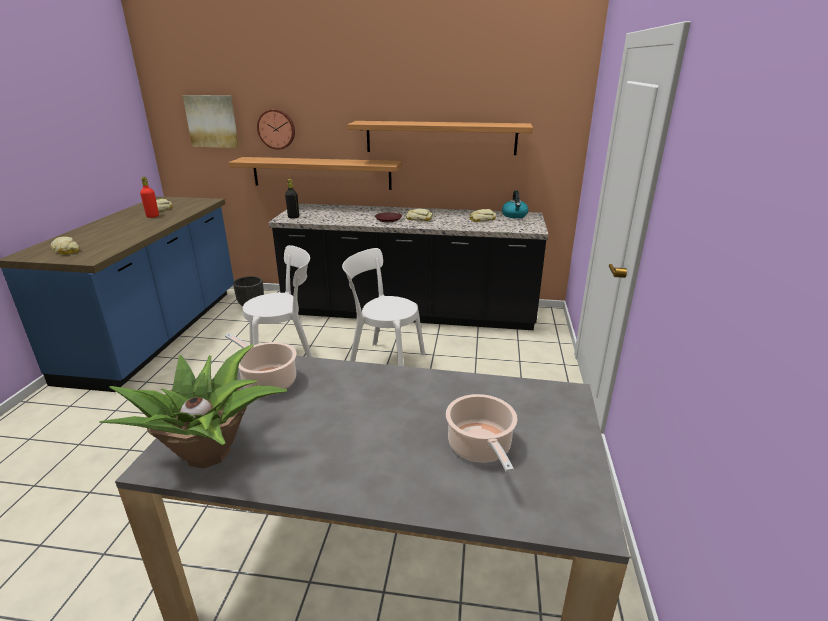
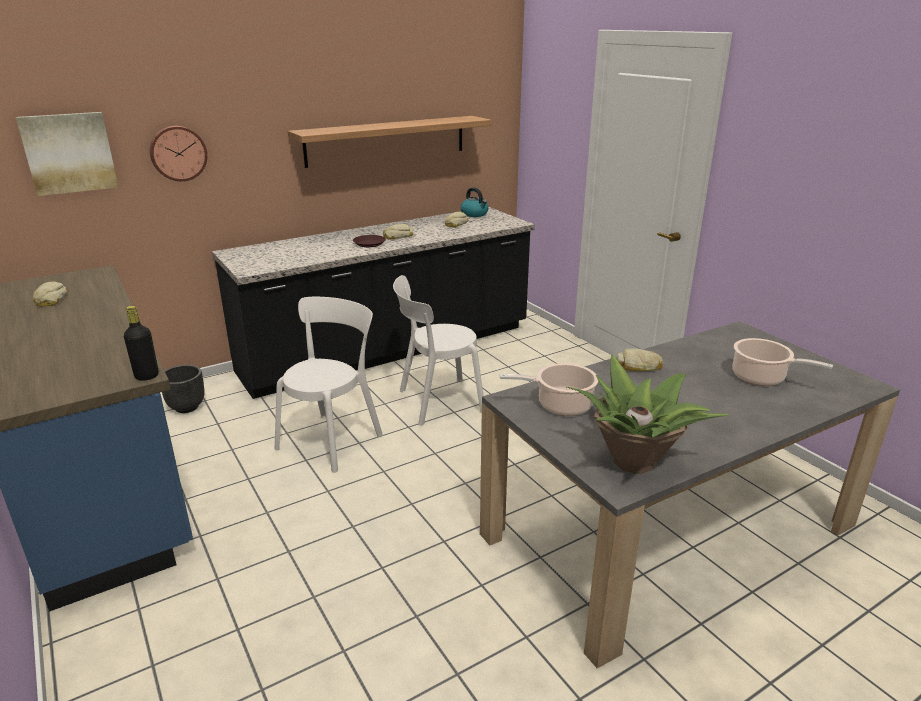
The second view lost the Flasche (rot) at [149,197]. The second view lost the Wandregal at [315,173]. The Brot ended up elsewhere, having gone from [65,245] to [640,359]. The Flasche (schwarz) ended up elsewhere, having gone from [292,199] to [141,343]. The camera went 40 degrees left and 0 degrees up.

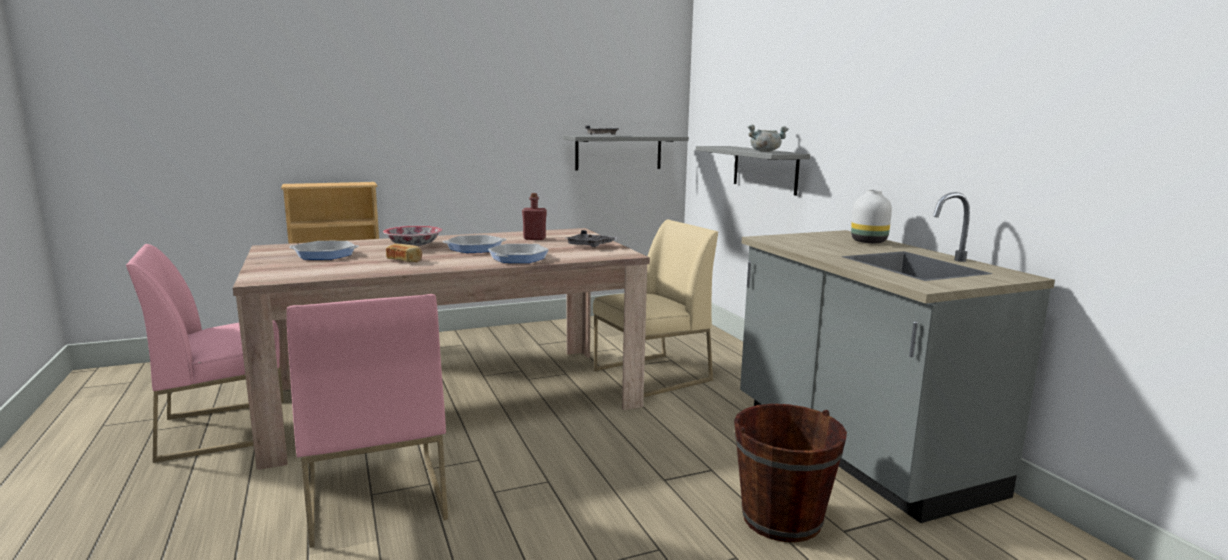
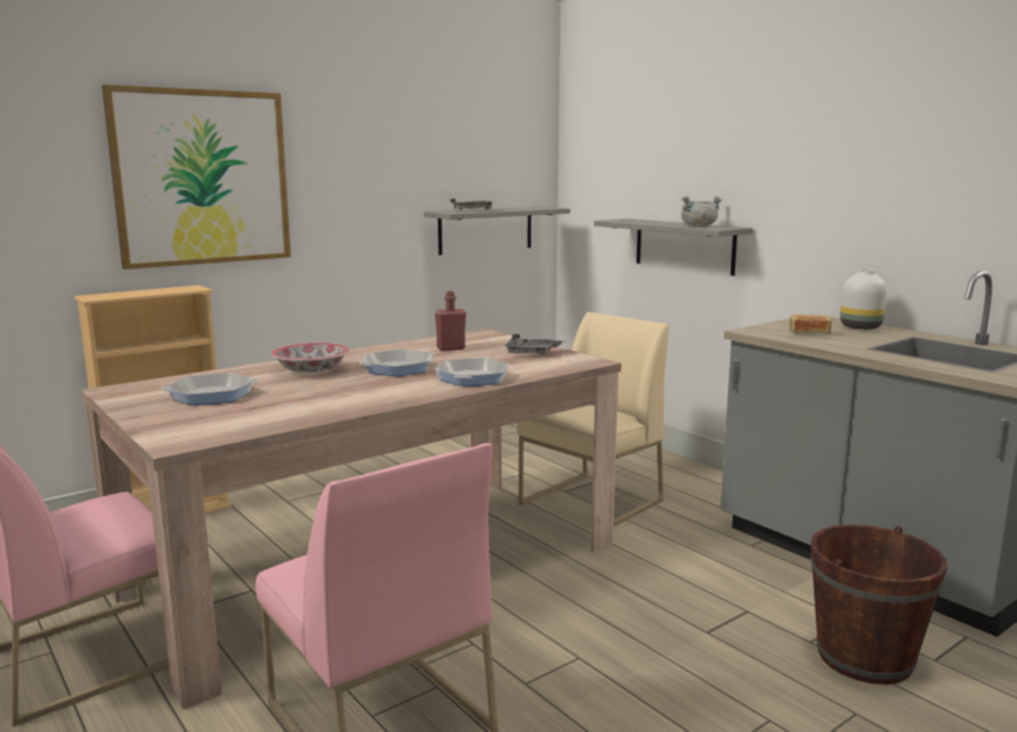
The second view gained the Bild at [196,176]. The Brot ended up elsewhere, having gone from [404,253] to [810,324]. The camera went 15 degrees left and 0 degrees up.

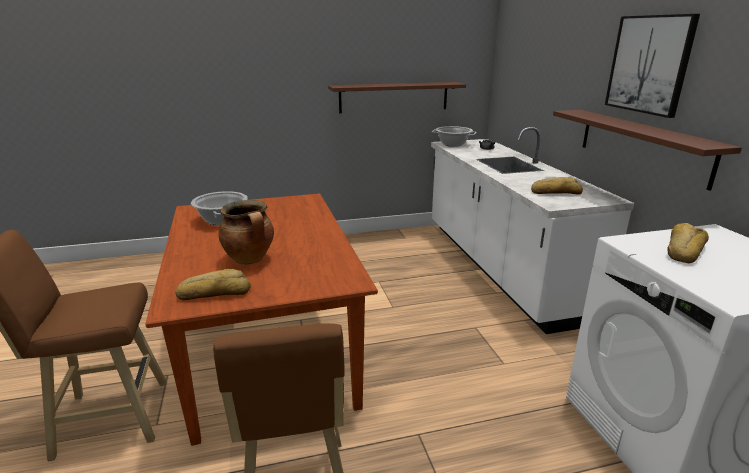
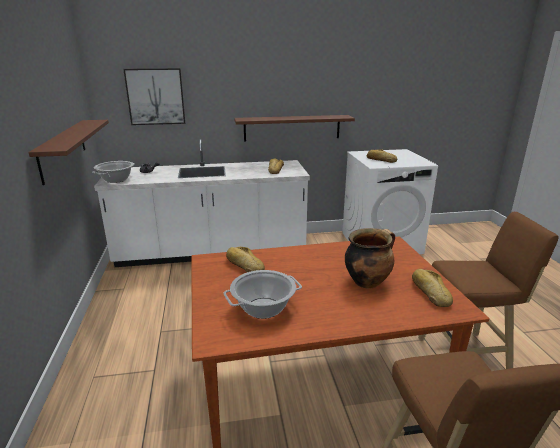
The second view gained the Brot at [245,259]. The Bild ended up elsewhere, having gone from [652,66] to [154,96]. The camera went 85 degrees left and 0 degrees up.

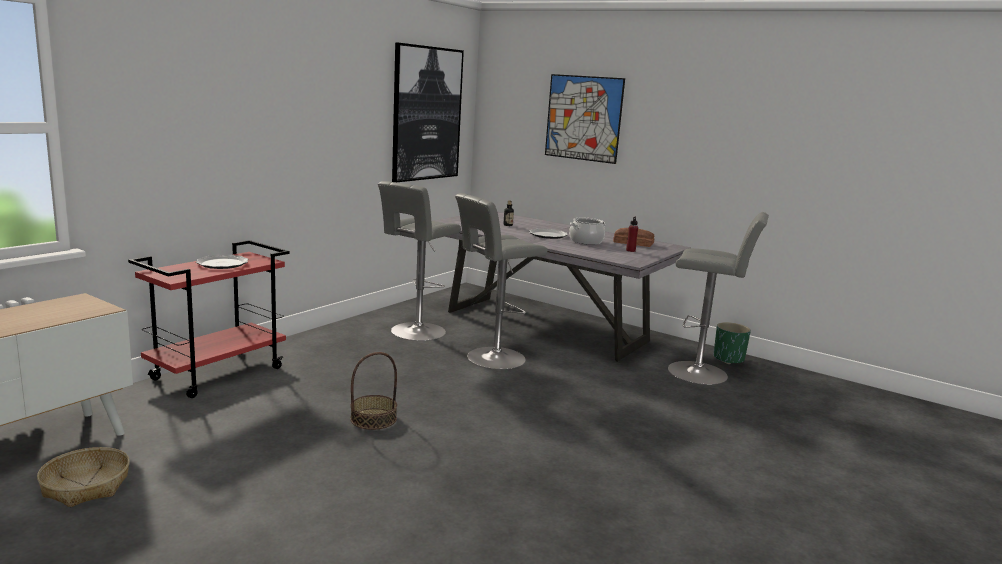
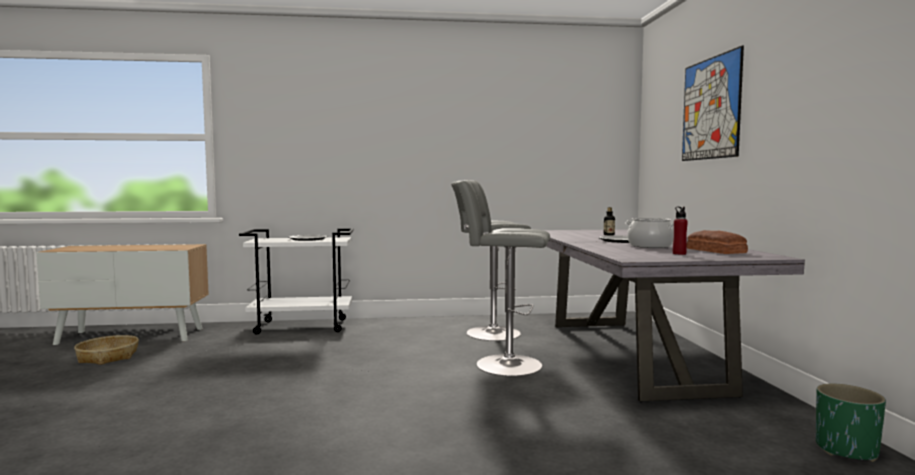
The second view lost the Korb at [373,391]. The second view lost the Bild at [428,112]. The second view lost the Hocker (grau) at [718,298]. What was the Rollwagen (rot) at [208,319] turned into the Rollwagen (weiß) at [296,281]. The camera went 50 degrees right and 10 degrees down.

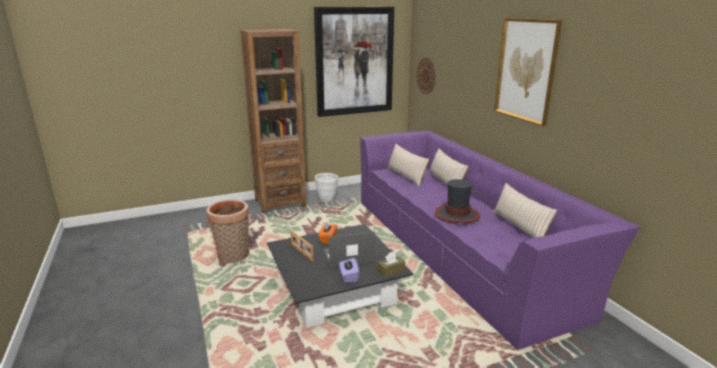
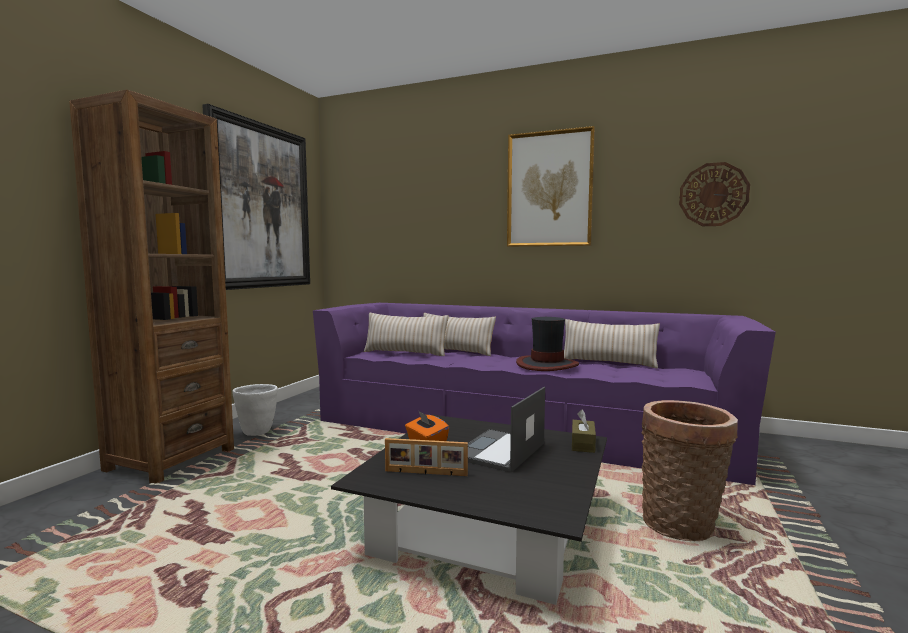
The second view lost the Taschentuchbox (lila) at [349,270]. The Korb ended up elsewhere, having gone from [227,231] to [690,470]. The Wanduhr ended up elsewhere, having gone from [426,76] to [714,194]. The camera went 45 degrees left and 15 degrees down.

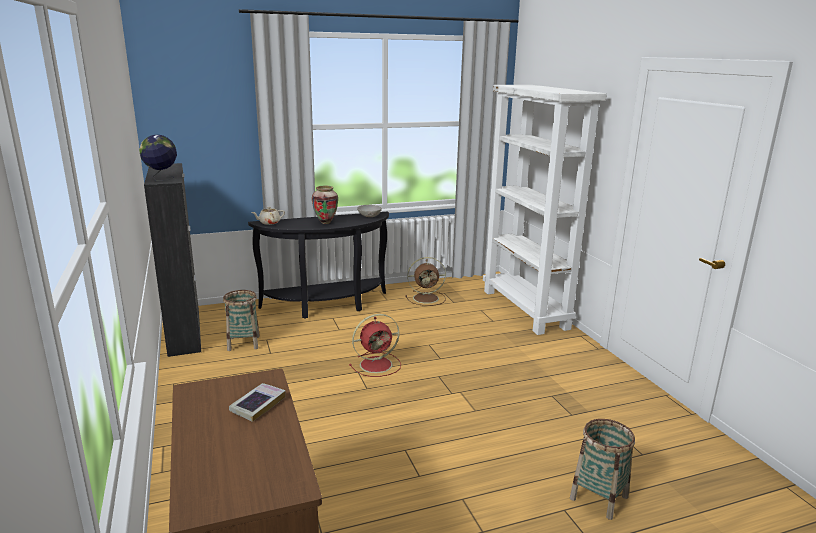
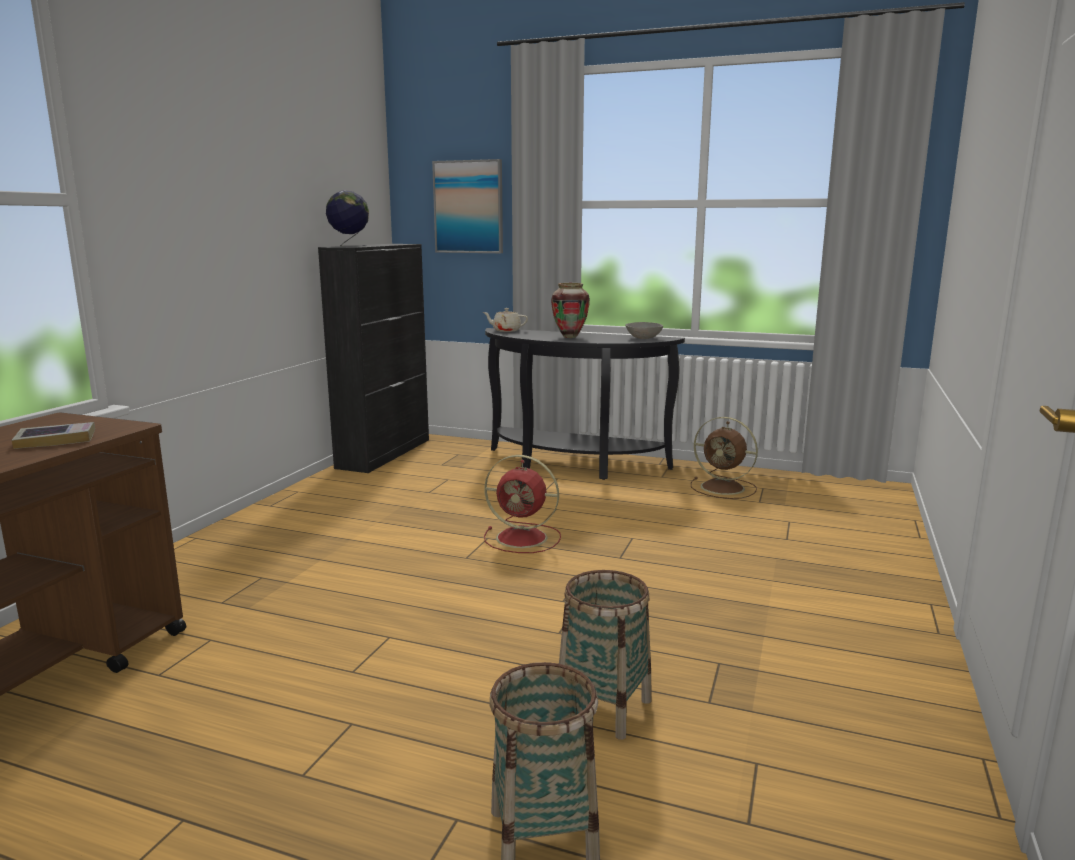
The second view lost the Bücherregal (weiß) at [545,210]. The second view gained the Bild at [467,206]. The Korb ended up elsewhere, having gone from [241,320] to [605,655]. The camera went 40 degrees right and 5 degrees down.

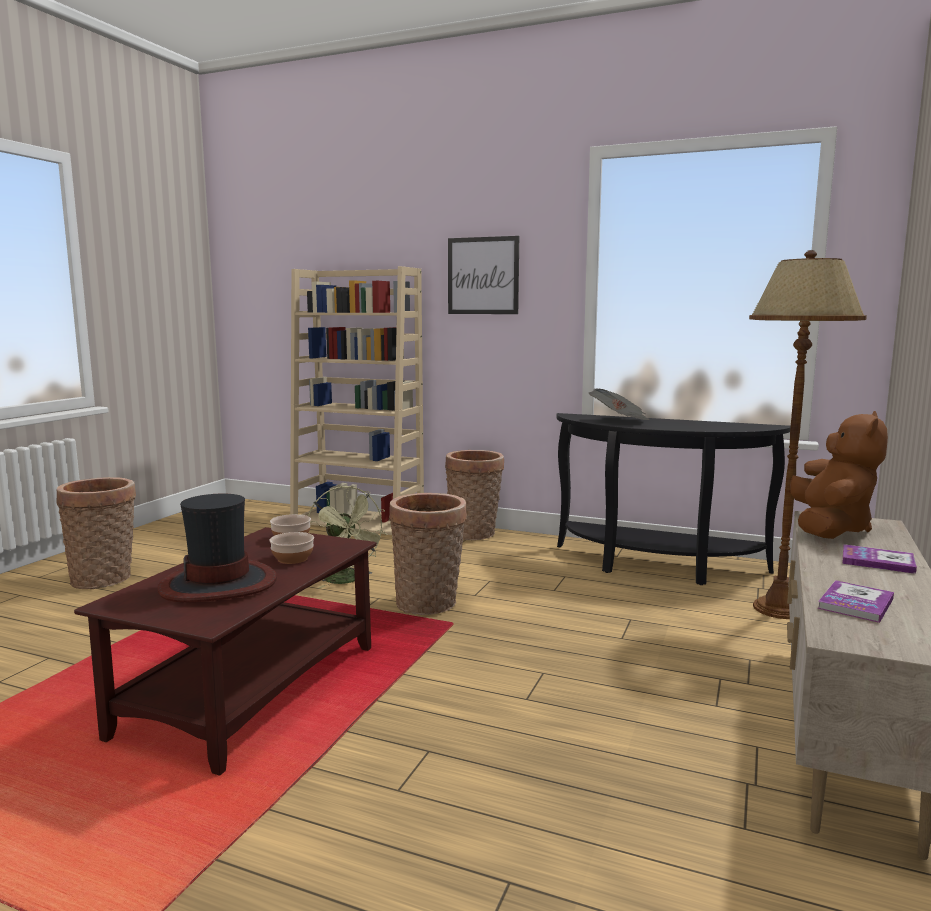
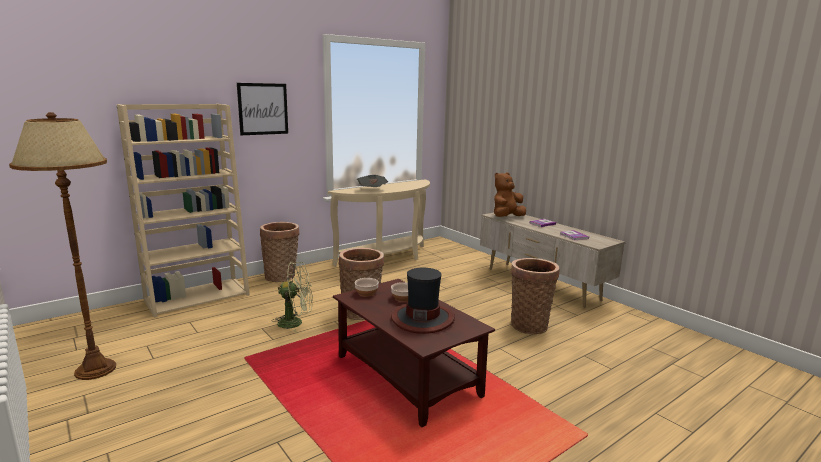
The Korb ended up elsewhere, having gone from [96,533] to [535,296]. The Stehlampe (braun) ended up elsewhere, having gone from [808,434] to [62,246]. What was the Konsolentisch (schwarz) at [673,499] turned into the Konsolentisch (beige) at [379,223]. The Plüschtier (braun) at [839,475] ended up facing another way, 90 degrees counterclockwise from before. The camera went 60 degrees left and 5 degrees up.

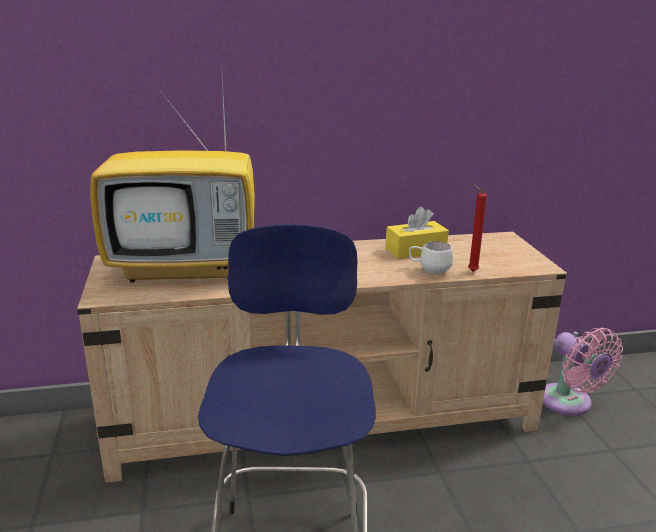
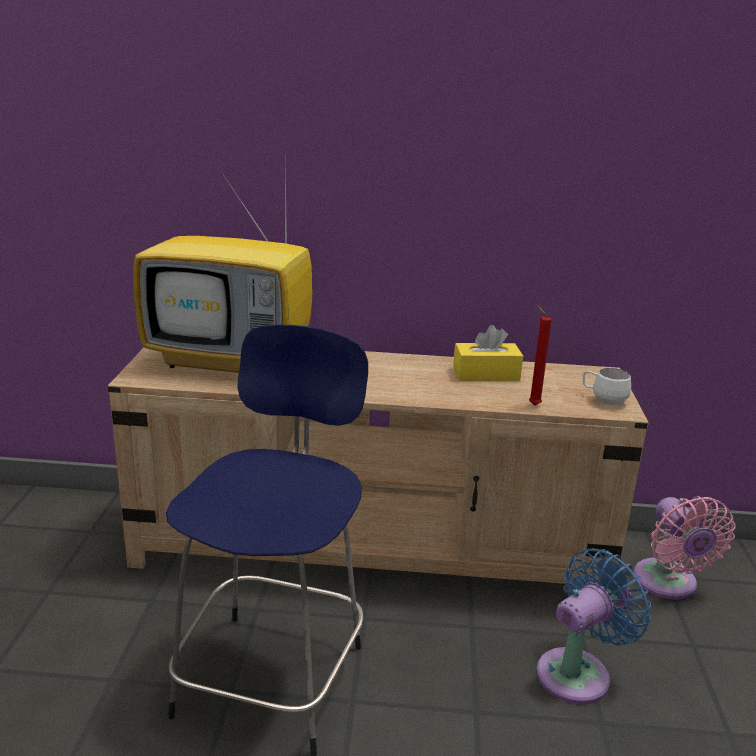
The second view gained the Ventilator (blau) at [593,626]. The Henkelbecher (weiß) ended up elsewhere, having gone from [431,257] to [607,386]. The camera went 15 degrees right and 0 degrees up.

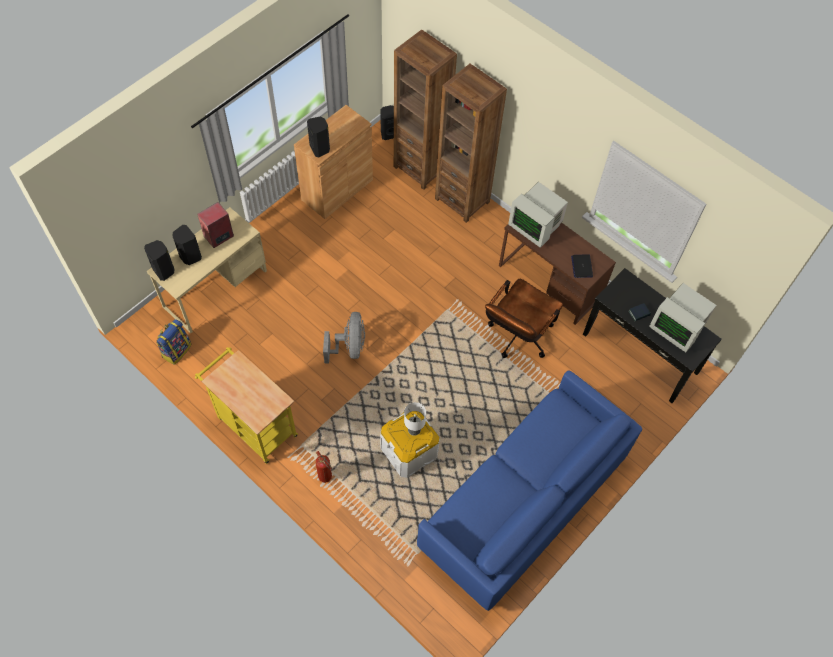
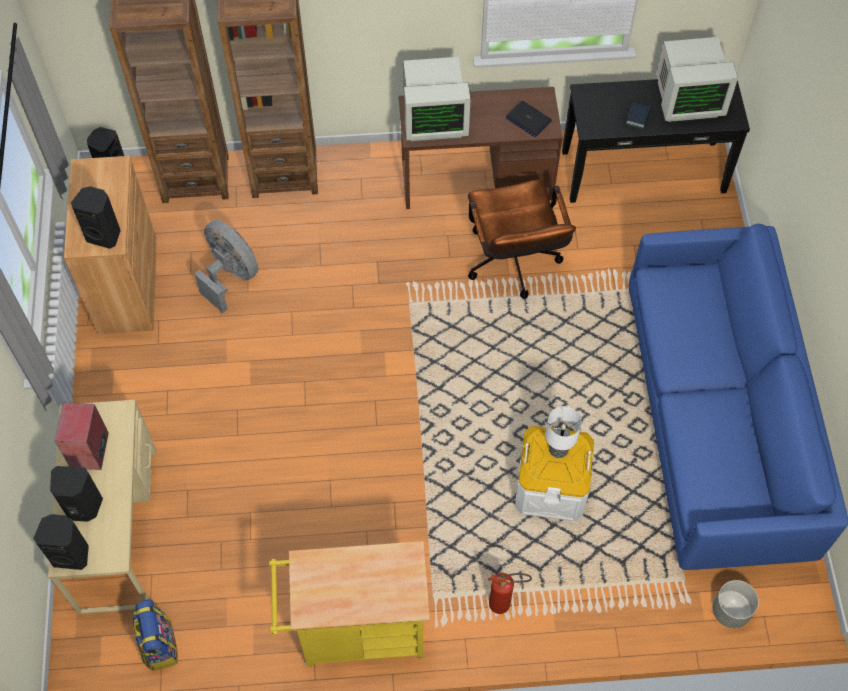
The second view gained the Pflanzkübel (grau) at [735,604]. The Ventilator (grau) ended up elsewhere, having gone from [344,337] to [227,266]. The camera went 45 degrees left and 0 degrees up.

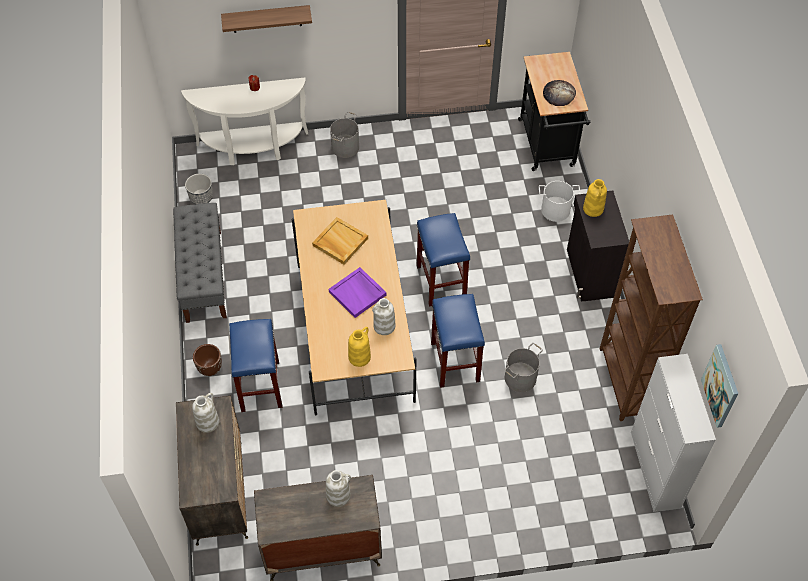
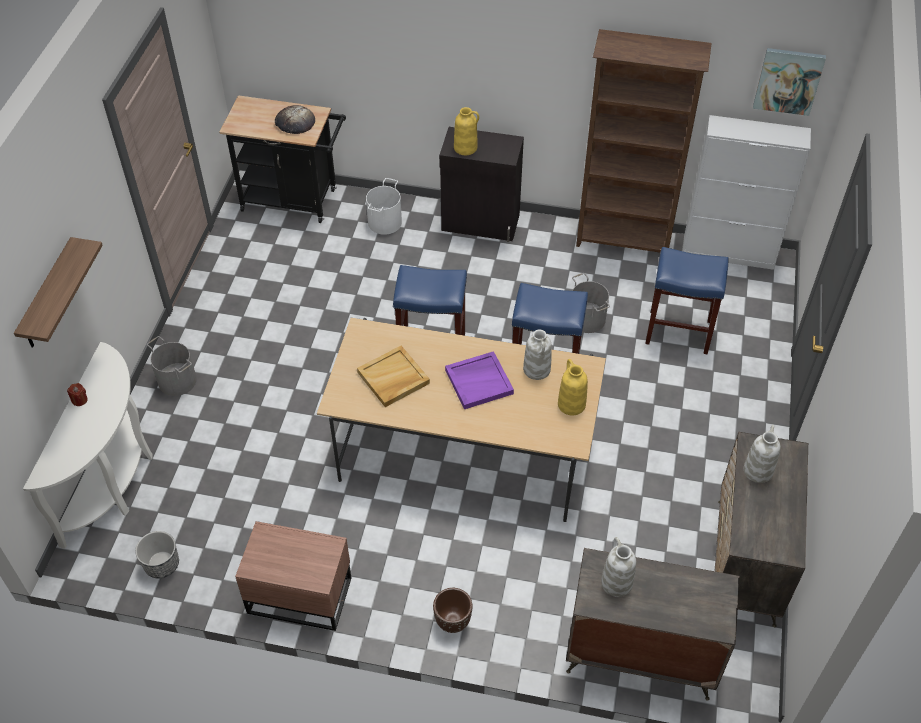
The Hocker (blau) ended up elsewhere, having gone from [256,365] to [686,300]. Where the Bank (grau) stood at [200,263], the Nachttisch (braun) came to stand at [293,576]. The camera went 70 degrees left and 5 degrees down.

